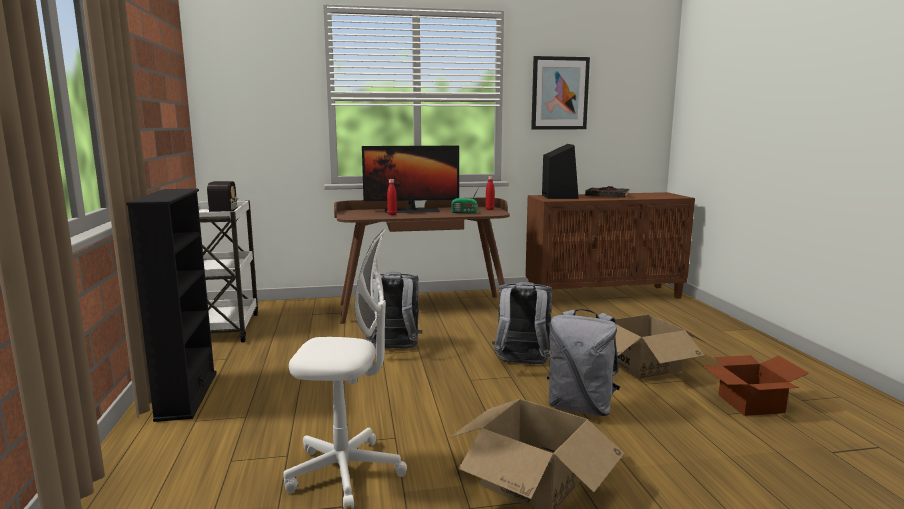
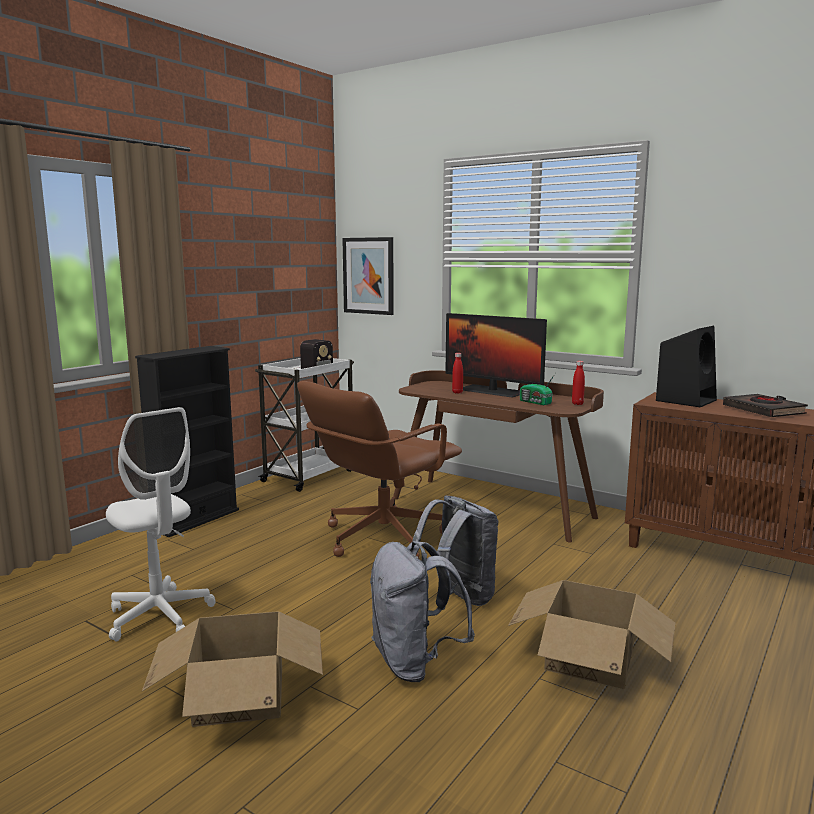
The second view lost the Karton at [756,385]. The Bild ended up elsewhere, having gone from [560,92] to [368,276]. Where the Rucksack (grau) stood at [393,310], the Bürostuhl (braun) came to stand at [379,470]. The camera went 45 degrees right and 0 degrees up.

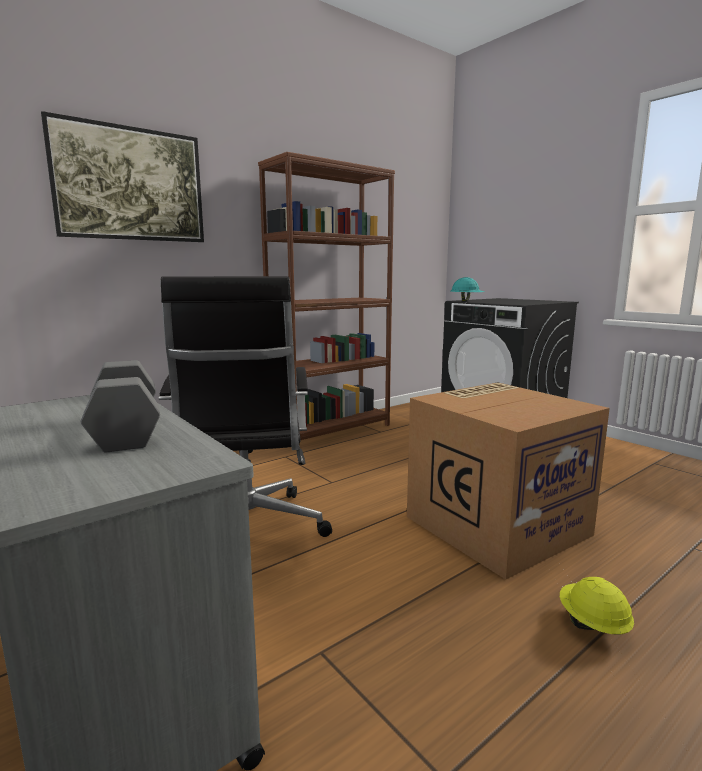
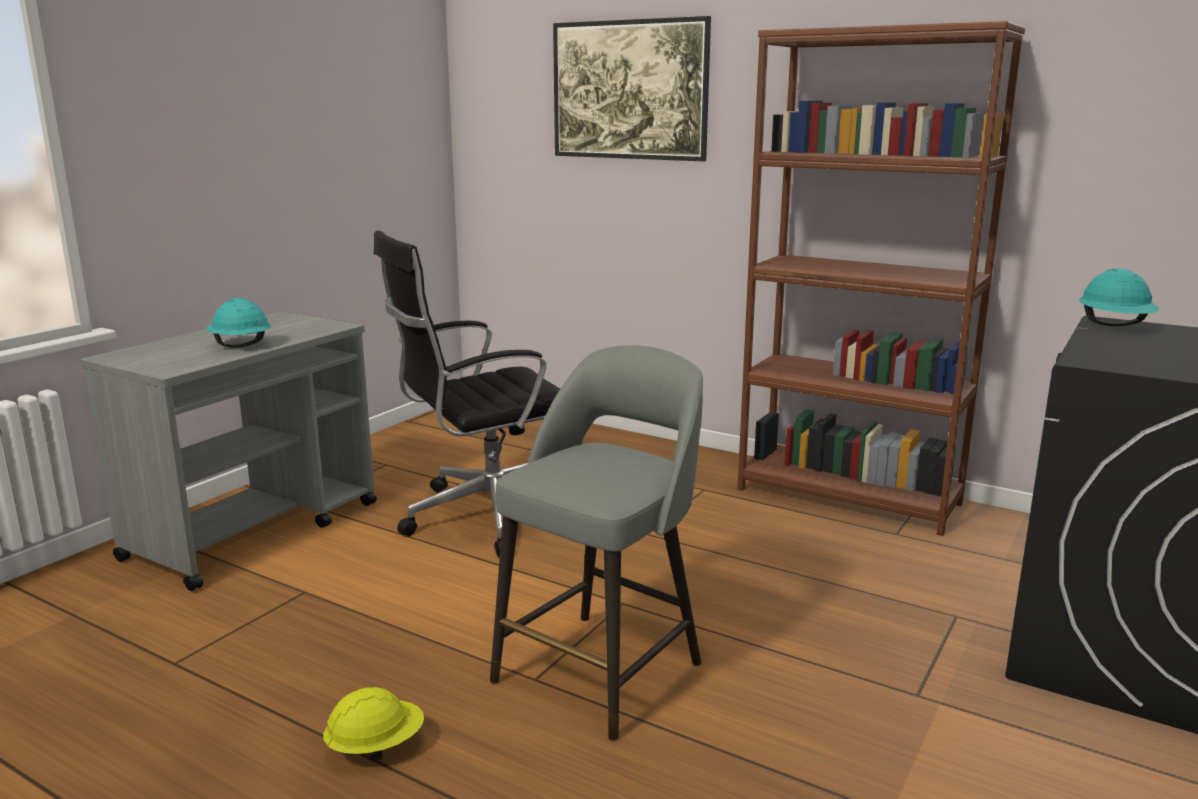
Where the Hantel (grau) stood at [120,406], the Schutzhelm (türkis) came to stand at [238,323]. Where the Karton stood at [508,481], the Hocker (grau) came to stand at [596,543]. The camera went 70 degrees right and 5 degrees up.

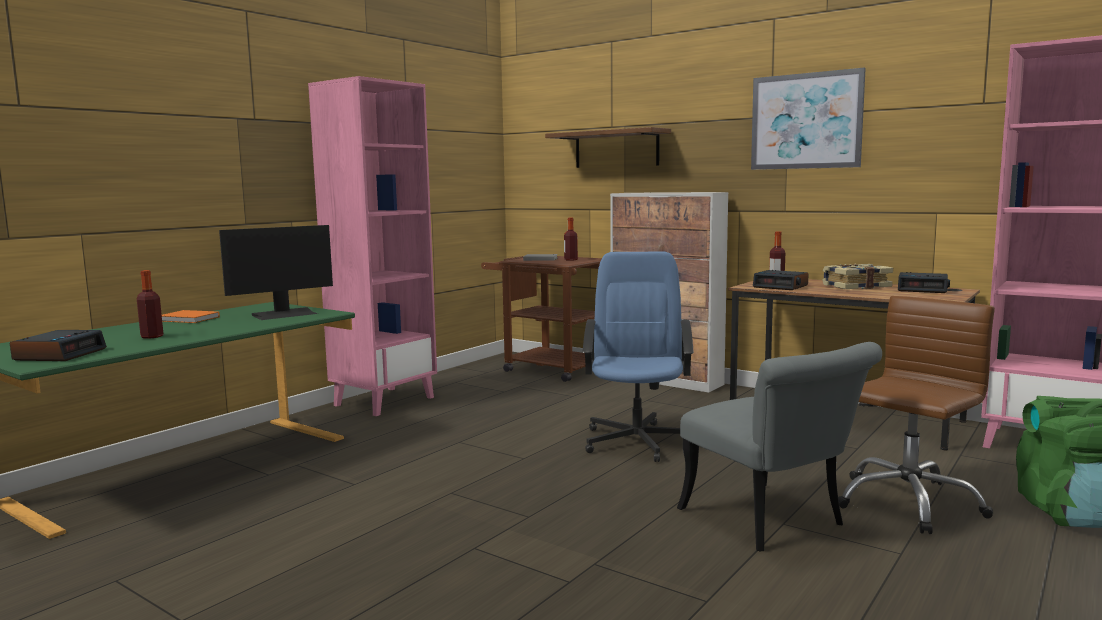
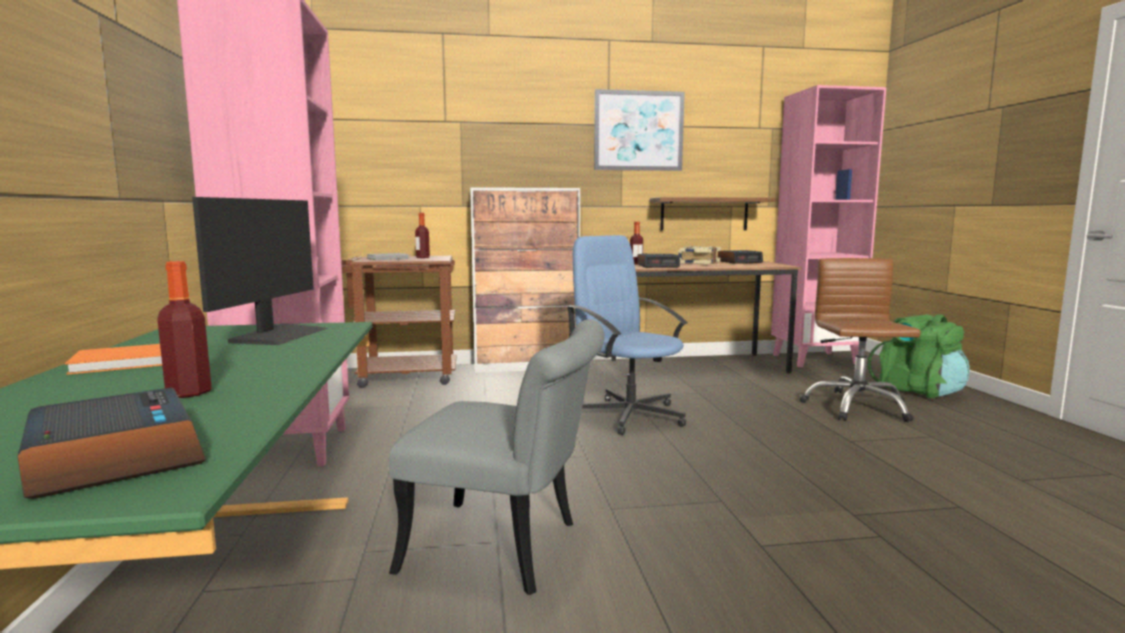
The Wandregal ended up elsewhere, having gone from [608,147] to [713,214]. The Stuhl (grau) ended up elsewhere, having gone from [779,447] to [497,457]. The camera went 45 degrees left and 0 degrees up.

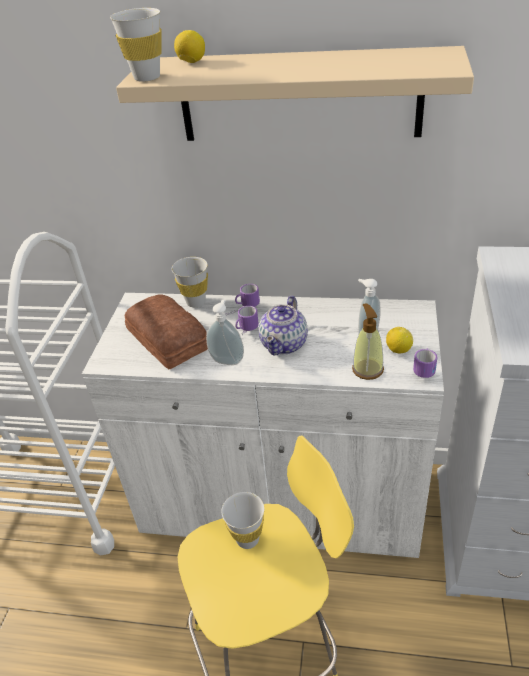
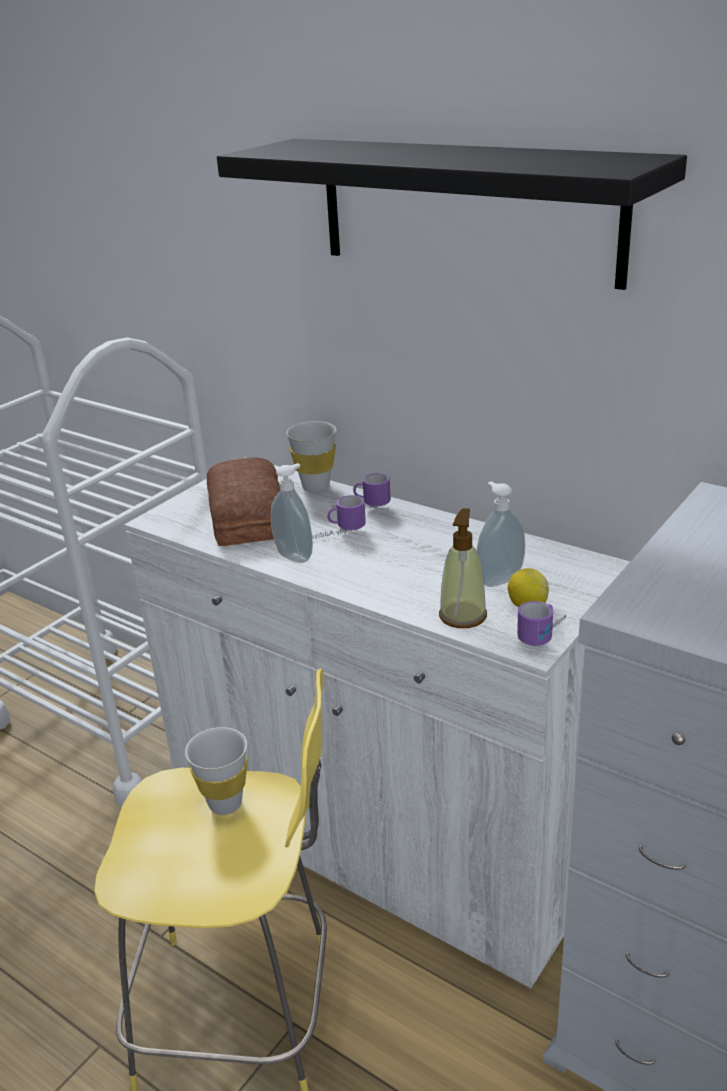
The second view lost the Tasse (weiß) at [136,45]. The second view lost the Zitrone at [189,46]. The second view lost the Teekanne at [283,326]. What was the Wandregal (beige) at [295,93] turned into the Wandregal (schwarz) at [452,214]. The camera went 25 degrees right and 10 degrees down.

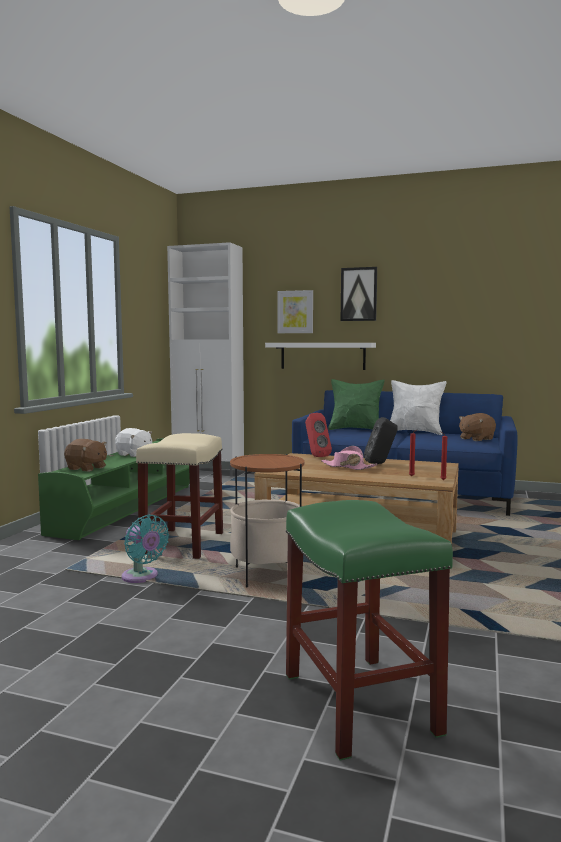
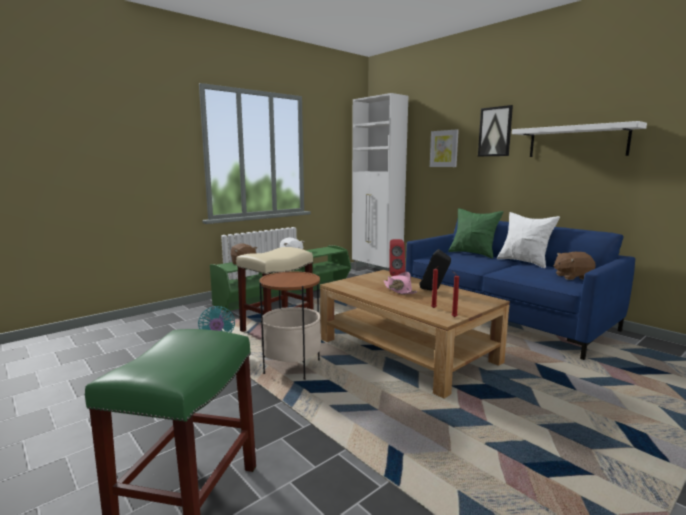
The Wandregal (weiß) ended up elsewhere, having gone from [320,356] to [579,139]. The camera went 30 degrees right and 5 degrees up.

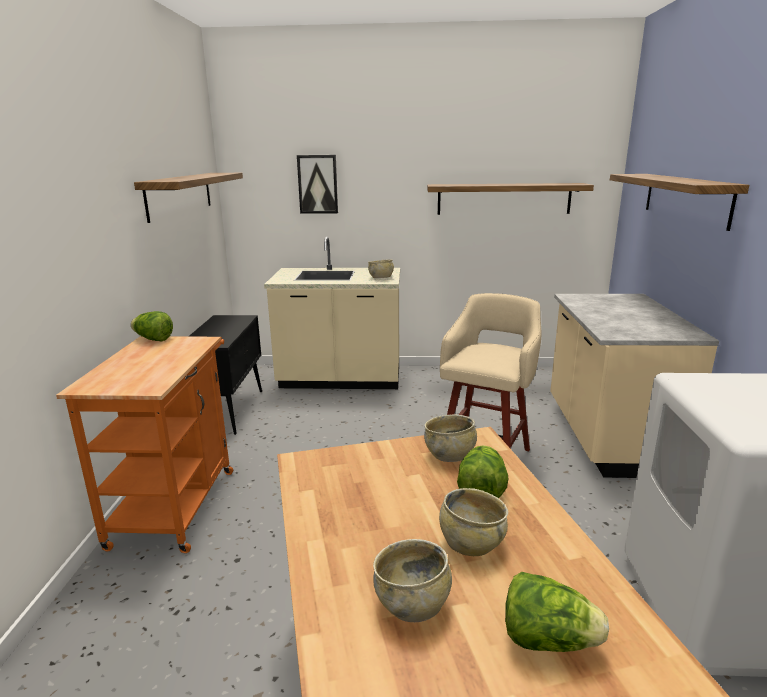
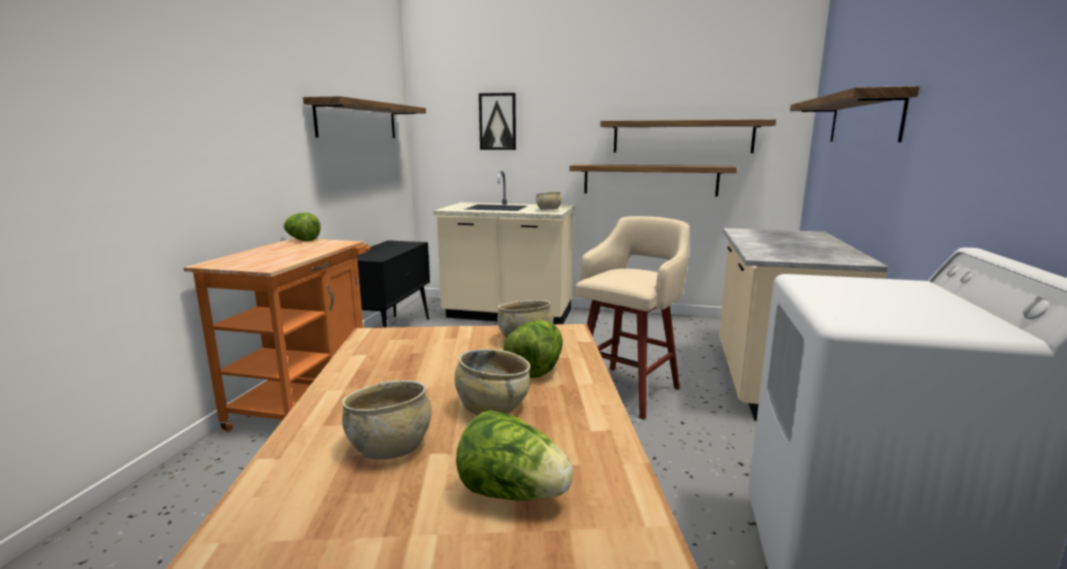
The second view gained the Wandregal at [653,180]. The camera went 10 degrees right and 5 degrees down.

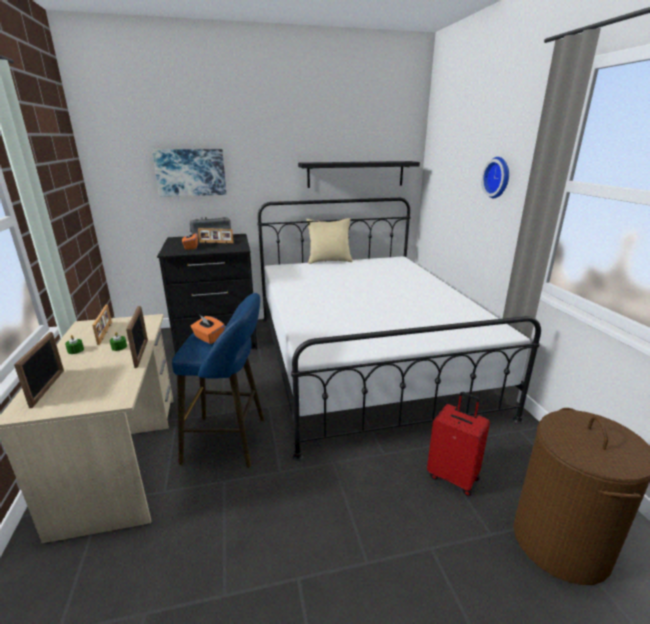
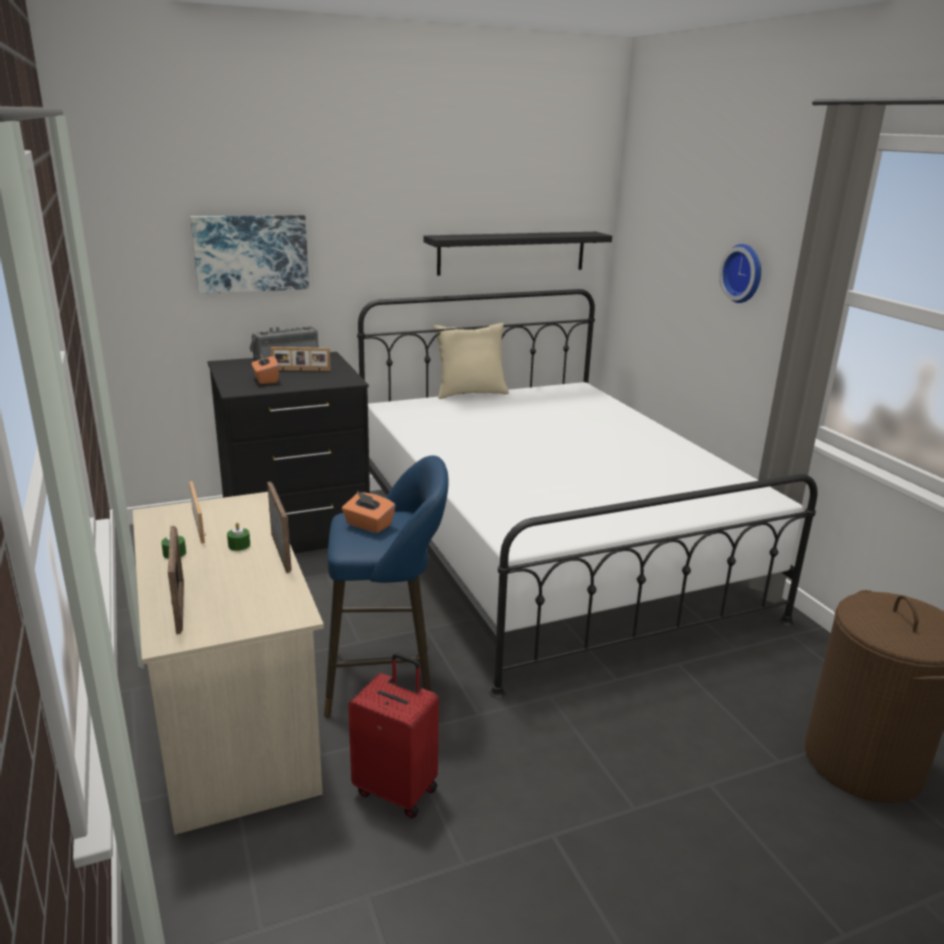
The Koffer (rot) ended up elsewhere, having gone from [458,444] to [393,735]. The camera went 10 degrees left and 0 degrees up.

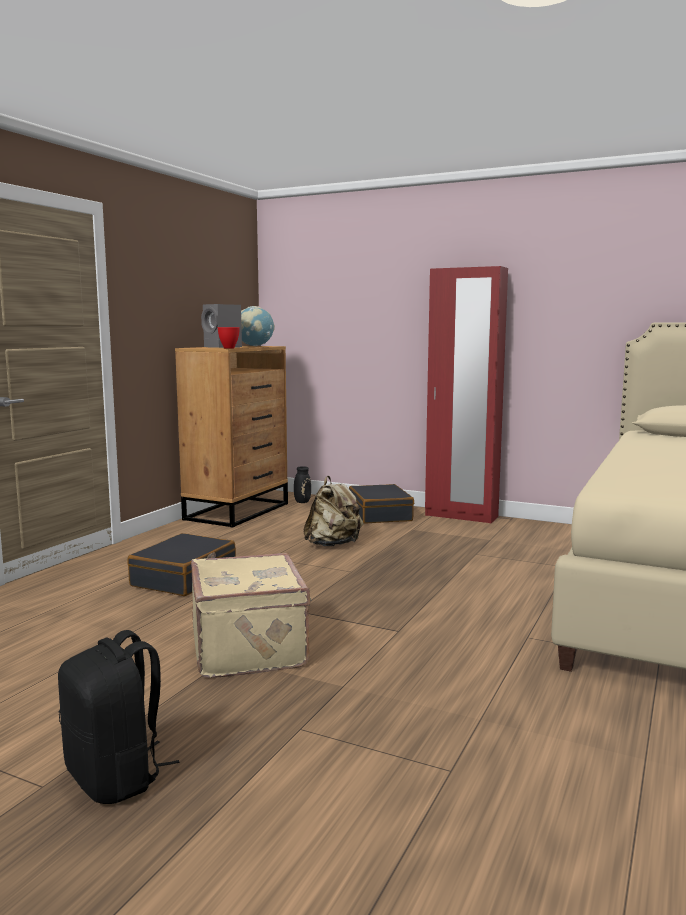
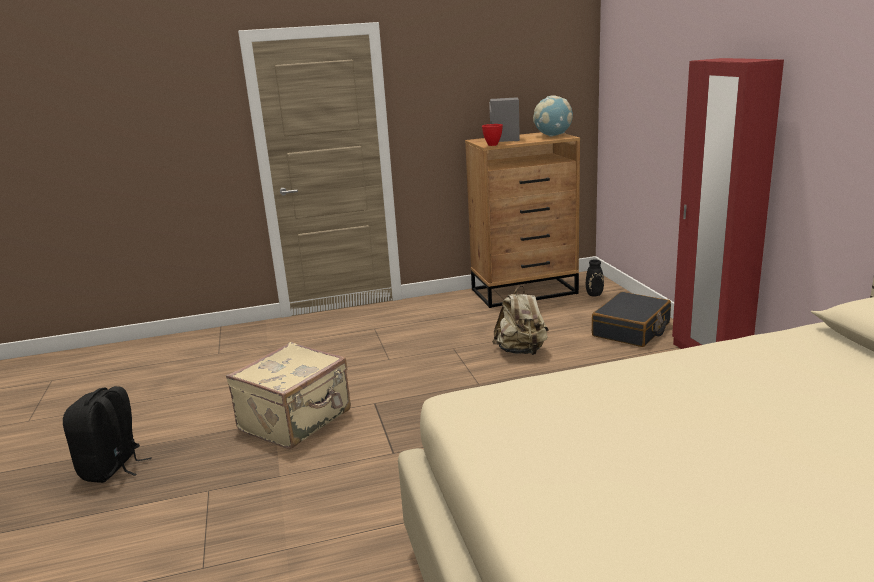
The second view lost the Koffer (schwarz) at [182,564]. The camera went 50 degrees right and 10 degrees up.

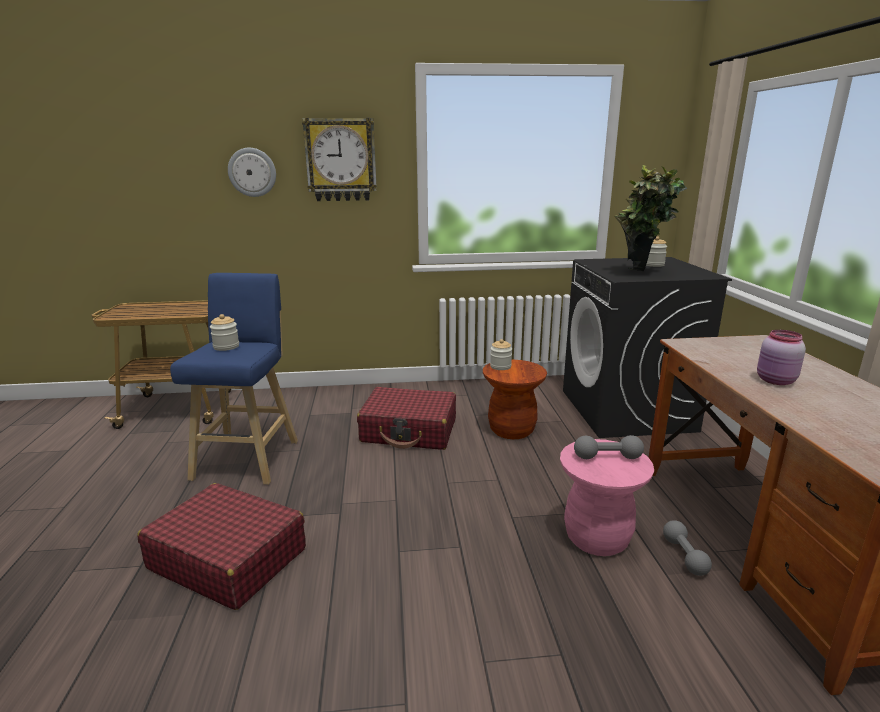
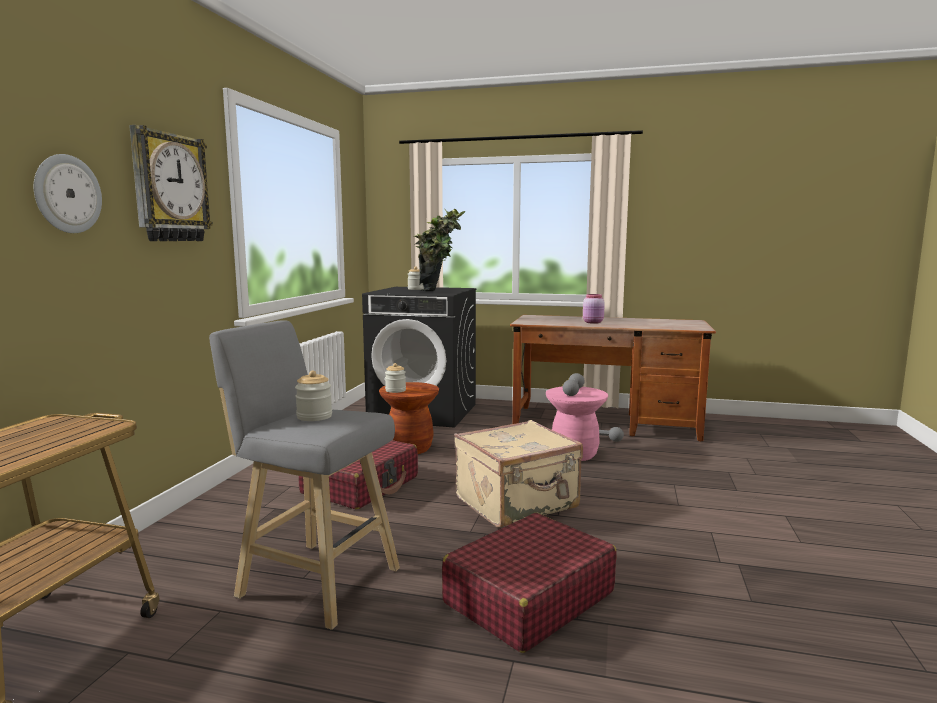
The second view gained the Koffer (beige) at [518,474]. What was the Hocker (blau) at [234,379] turned into the Hocker (grau) at [304,475]. The camera went 70 degrees left and 10 degrees down.

